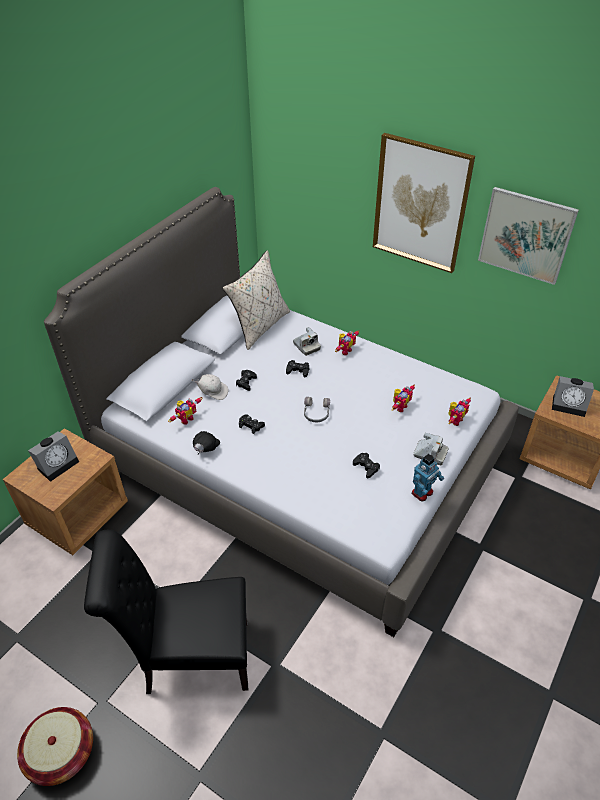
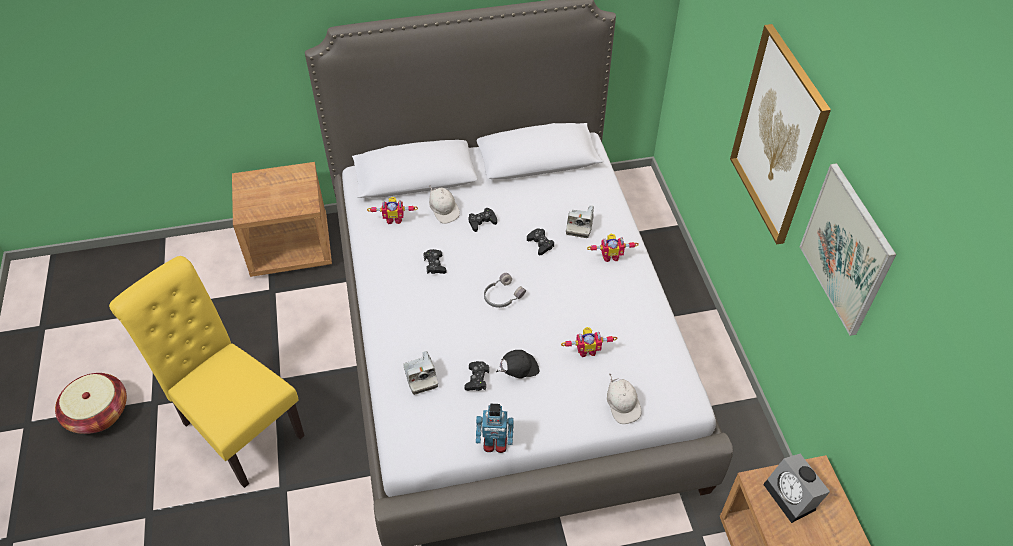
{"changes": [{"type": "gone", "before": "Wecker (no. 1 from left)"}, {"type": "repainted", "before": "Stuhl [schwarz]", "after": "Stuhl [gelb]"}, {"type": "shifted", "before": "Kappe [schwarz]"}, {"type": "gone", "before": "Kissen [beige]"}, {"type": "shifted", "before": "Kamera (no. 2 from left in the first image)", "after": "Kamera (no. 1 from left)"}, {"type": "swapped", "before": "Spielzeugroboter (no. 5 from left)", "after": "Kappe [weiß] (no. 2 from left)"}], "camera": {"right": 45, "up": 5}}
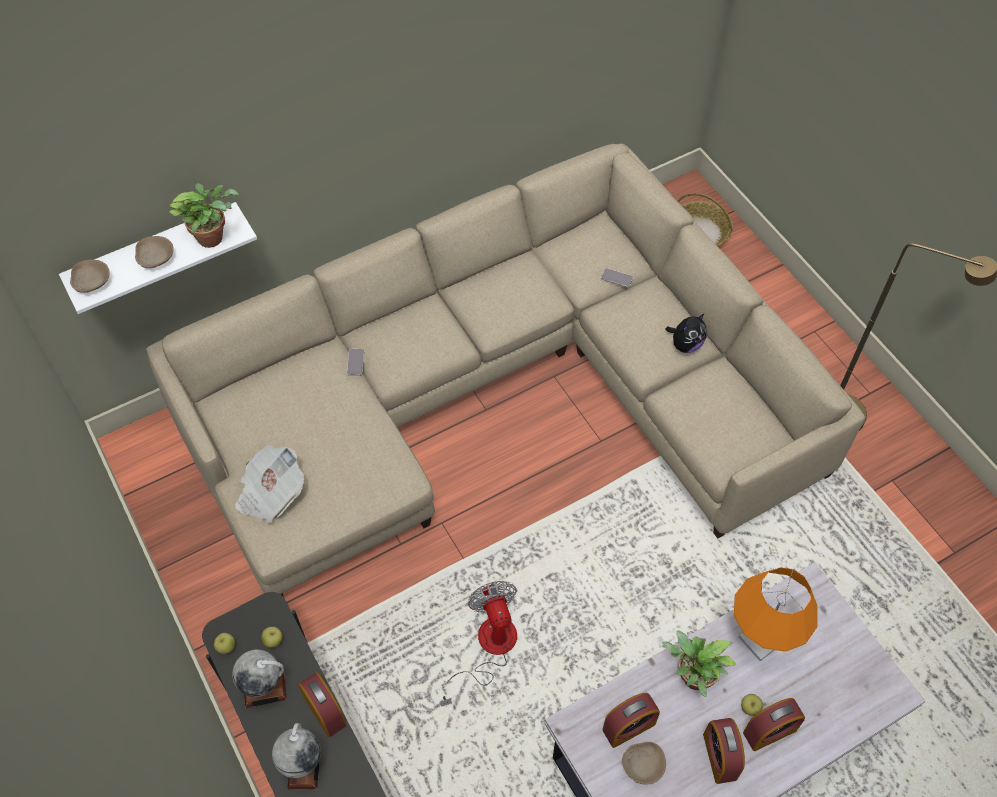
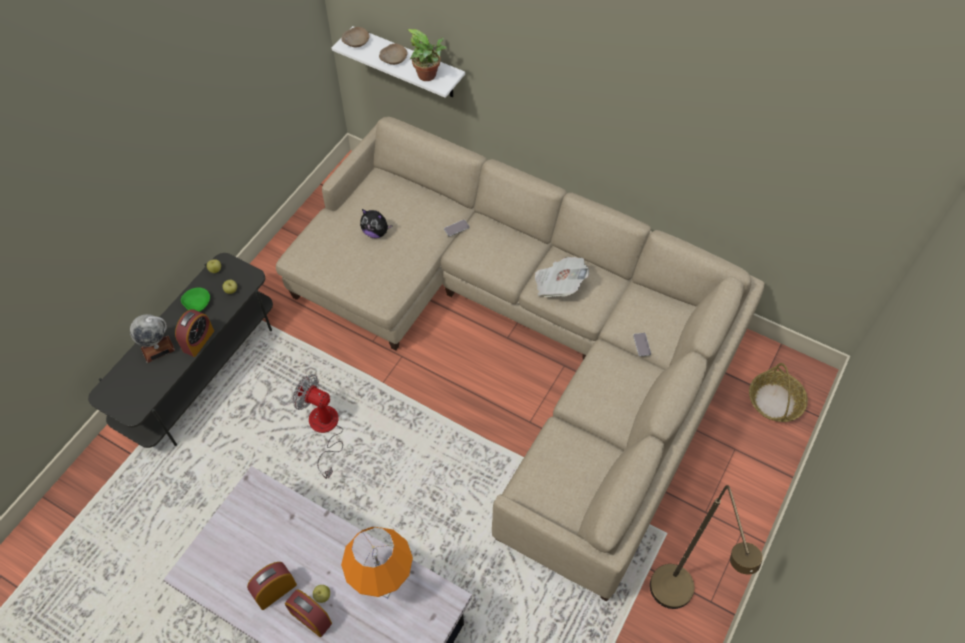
{"changes": [{"type": "swapped", "before": "Globus (no. 1 from left)", "after": "Schüssel [grün]"}, {"type": "shifted", "before": "Zeitung"}, {"type": "rotated", "before": "Ventilator", "turn": -105}, {"type": "gone", "before": "Wecker (no. 2 from left)"}, {"type": "gone", "before": "Schüssel [beige] (no. 3 from left)"}, {"type": "gone", "before": "Topfpflanze (no. 2 from left)"}, {"type": "shifted", "before": "Plüschtier"}], "camera": {"right": 60, "up": 0}}
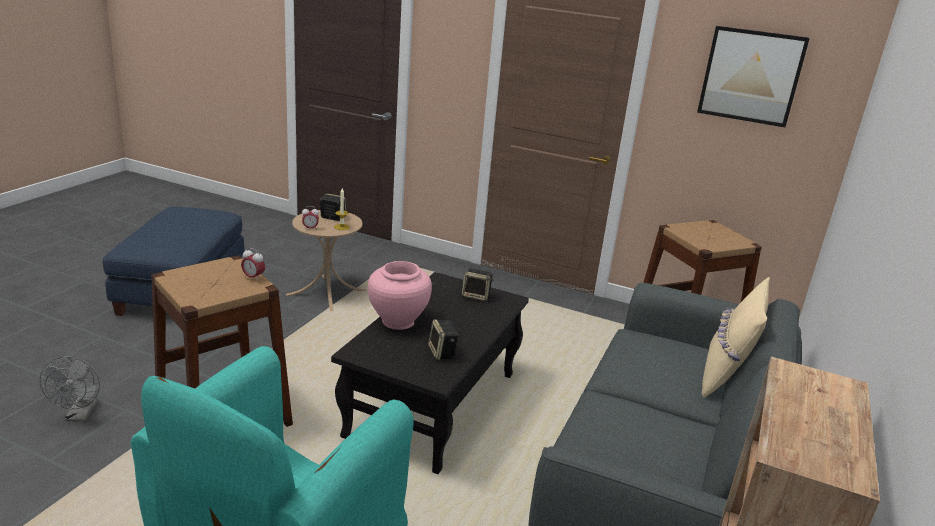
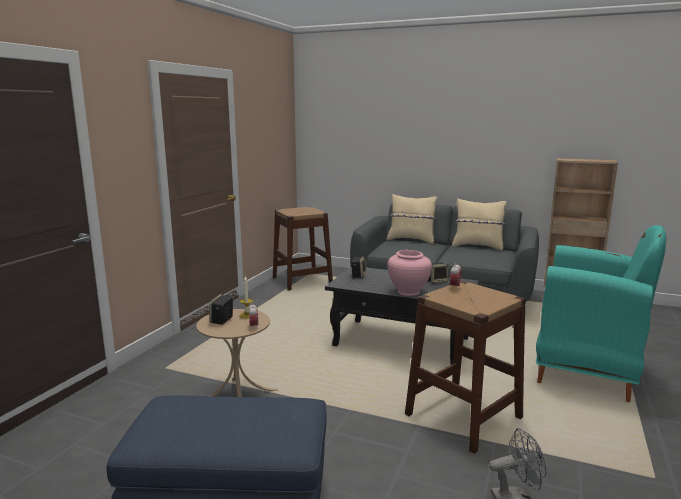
{"changes": [{"type": "gone", "before": "Bild"}, {"type": "new", "after": "Kissen [beige] (no. 2 from left)"}], "camera": {"right": -90, "up": -10}}
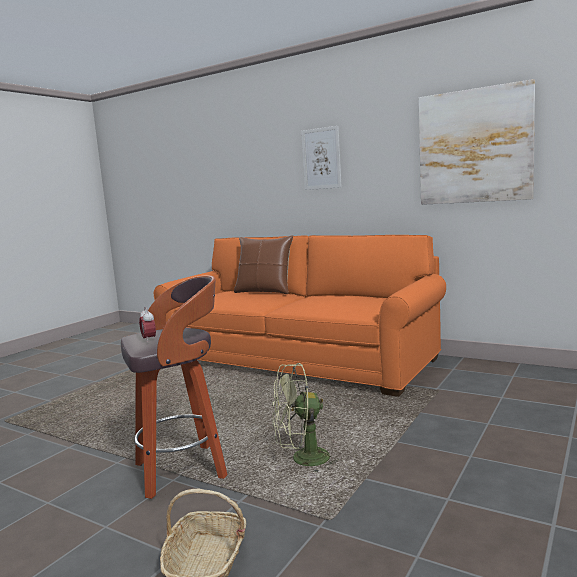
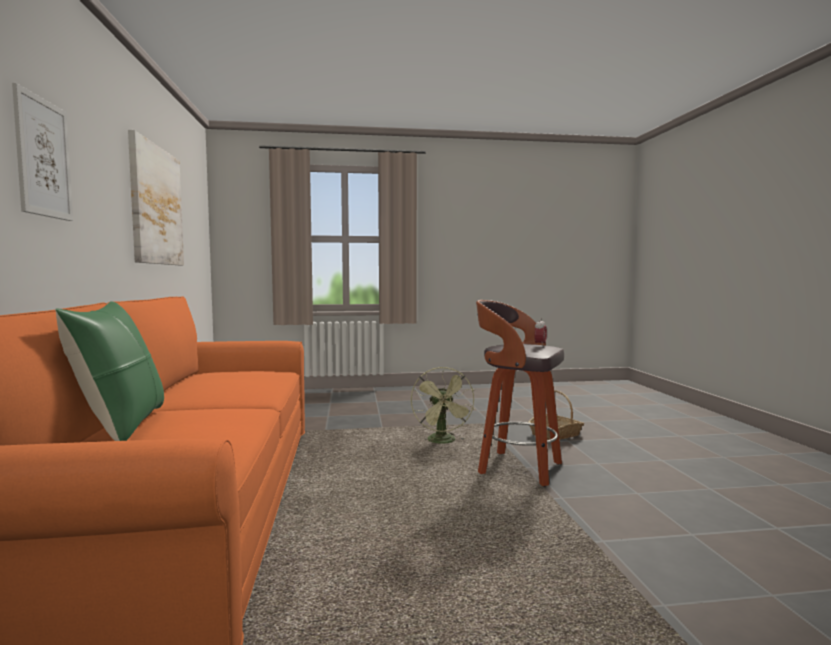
{"changes": [{"type": "repainted", "before": "Kissen [braun]", "after": "Kissen [grün]"}, {"type": "rotated", "before": "Ventilator [grün]", "turn": 45}], "camera": {"right": -130, "up": -5}}
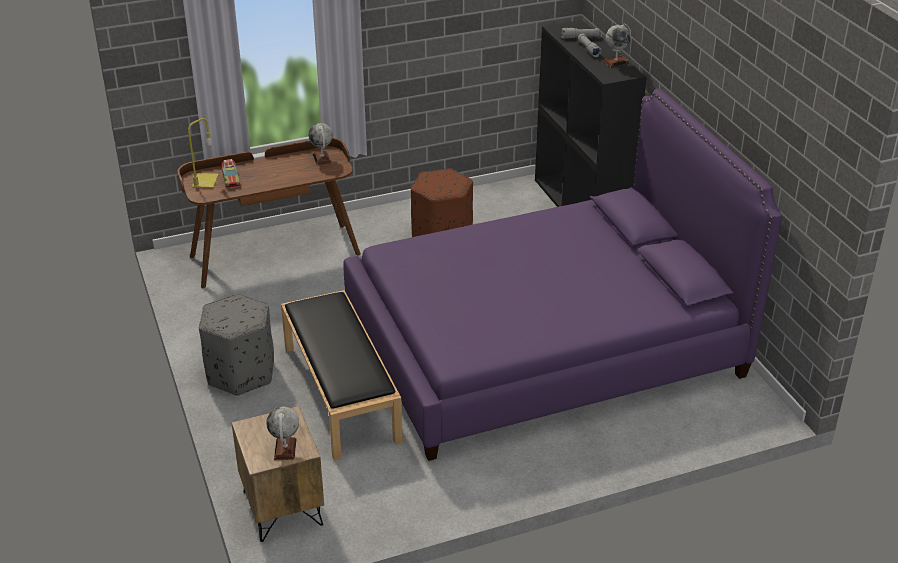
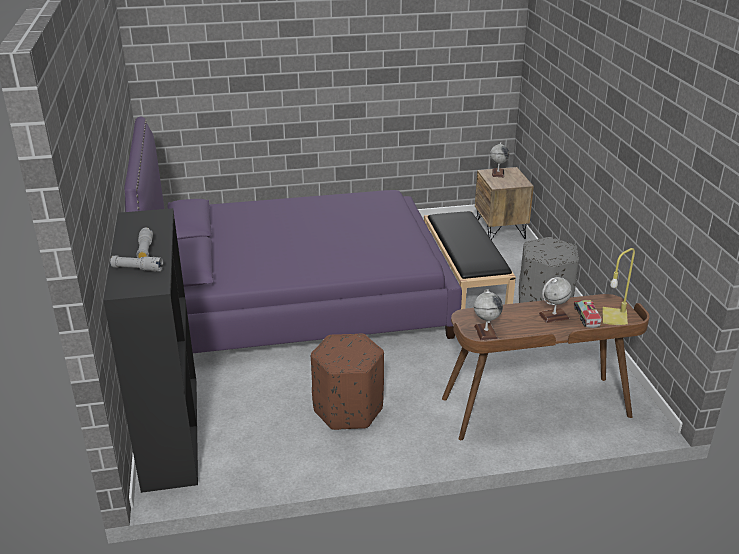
{"changes": [{"type": "shifted", "before": "Globus (no. 3 from left)"}], "camera": {"right": -170, "up": -5}}
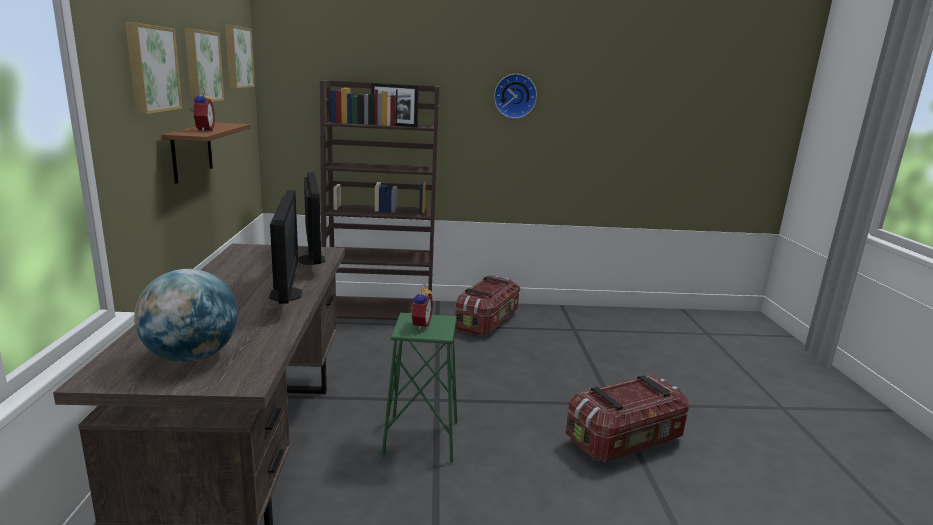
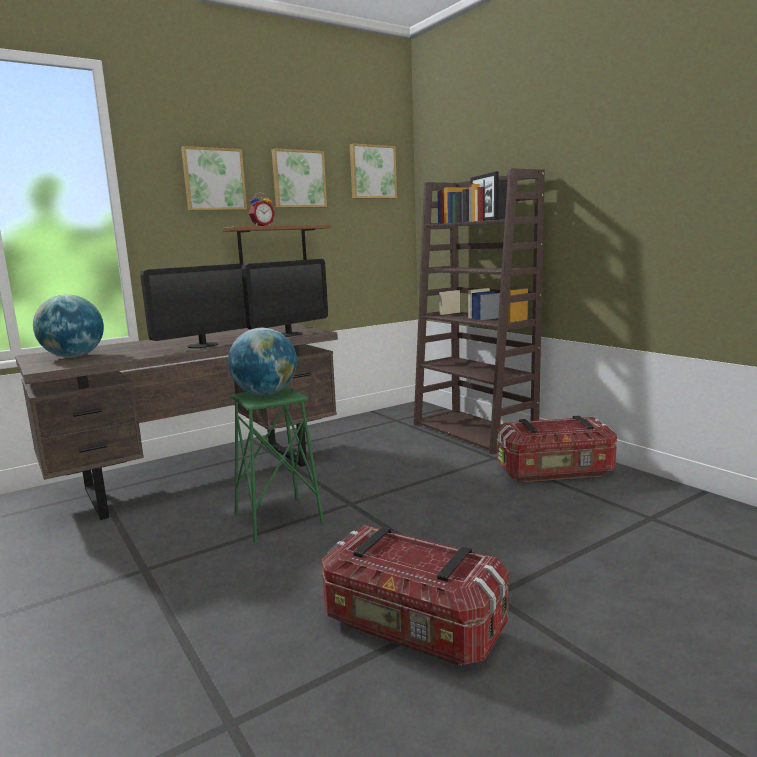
{"changes": [{"type": "swapped", "before": "Wecker (no. 2 from left)", "after": "Globus (no. 2 from left)"}, {"type": "gone", "before": "Wanduhr"}], "camera": {"right": 60, "up": -5}}
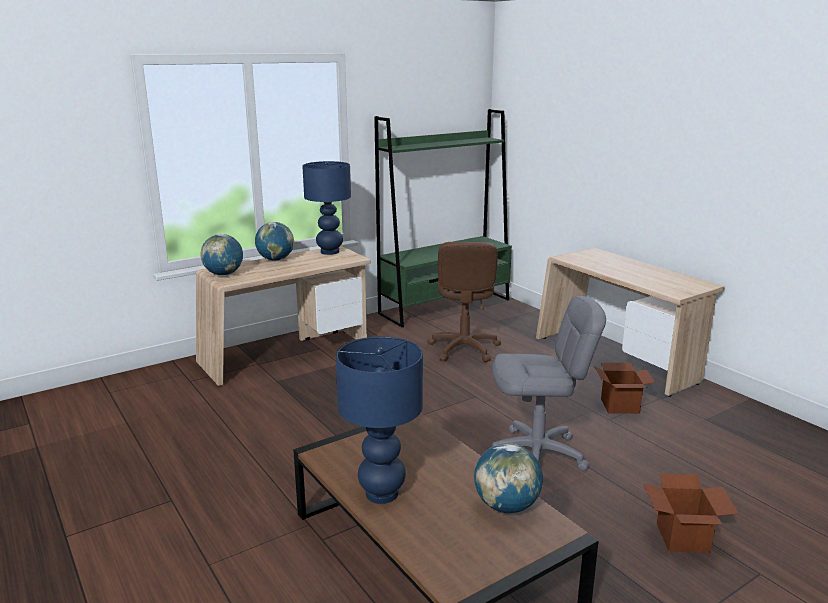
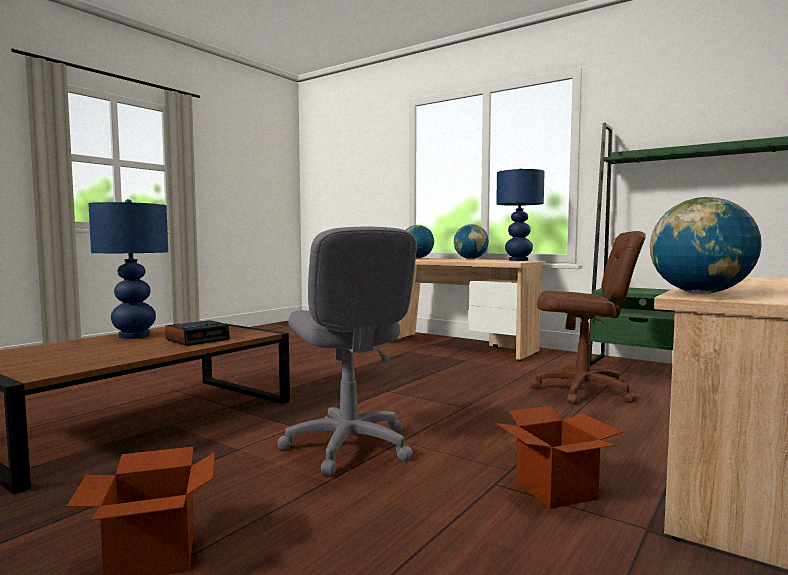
{"changes": [{"type": "rotated", "before": "Bürostuhl [braun]", "turn": -150}, {"type": "shifted", "before": "Globus (no. 3 from left)"}, {"type": "new", "after": "Wecker"}], "camera": {"right": 70, "up": -15}}
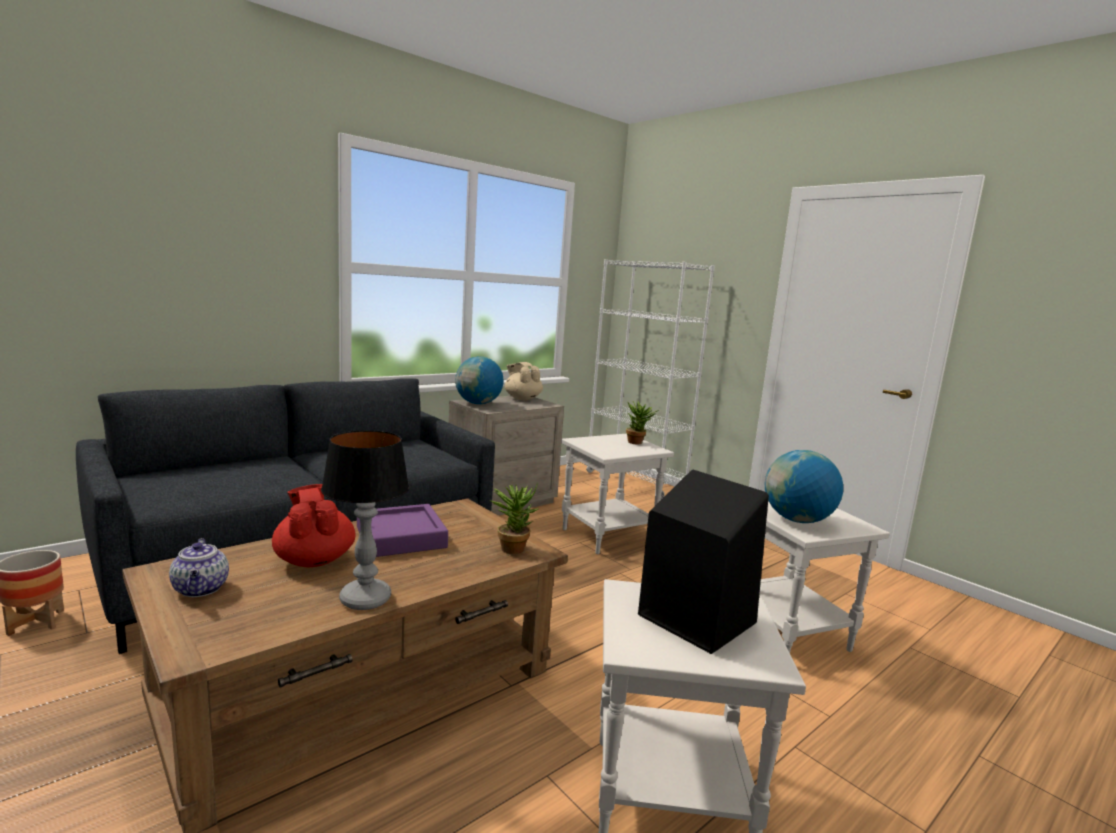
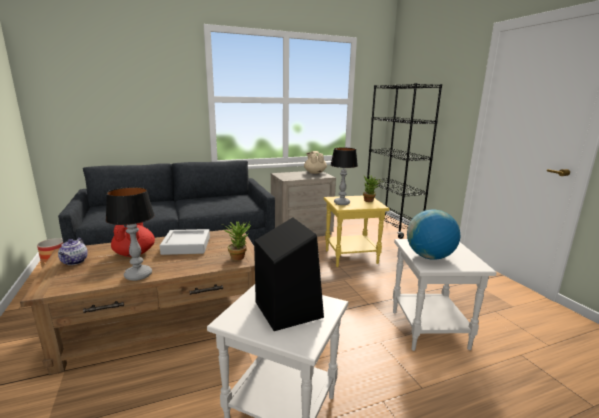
{"changes": [{"type": "repainted", "before": "Tablett [lila]", "after": "Tablett [grau]"}, {"type": "gone", "before": "Globus (no. 1 from left)"}, {"type": "repainted", "before": "Beistelltisch [weiß] (no. 1 from left)", "after": "Beistelltisch [gelb]"}, {"type": "repainted", "before": "Bücherregal [weiß]", "after": "Bücherregal [schwarz]"}, {"type": "new", "after": "Tischlampe (no. 2 from left)"}], "camera": {"right": 20, "up": 5}}
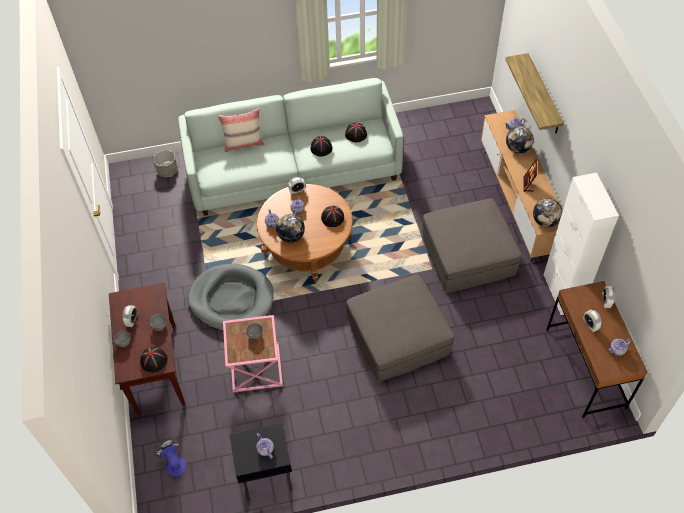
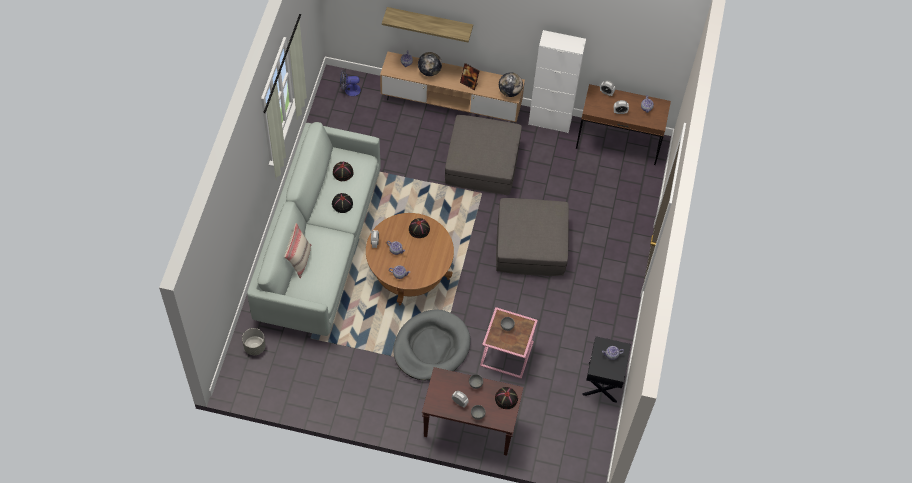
{"changes": [{"type": "shifted", "before": "Ventilator"}, {"type": "gone", "before": "Globus (no. 1 from left)"}], "camera": {"right": -70, "up": 5}}
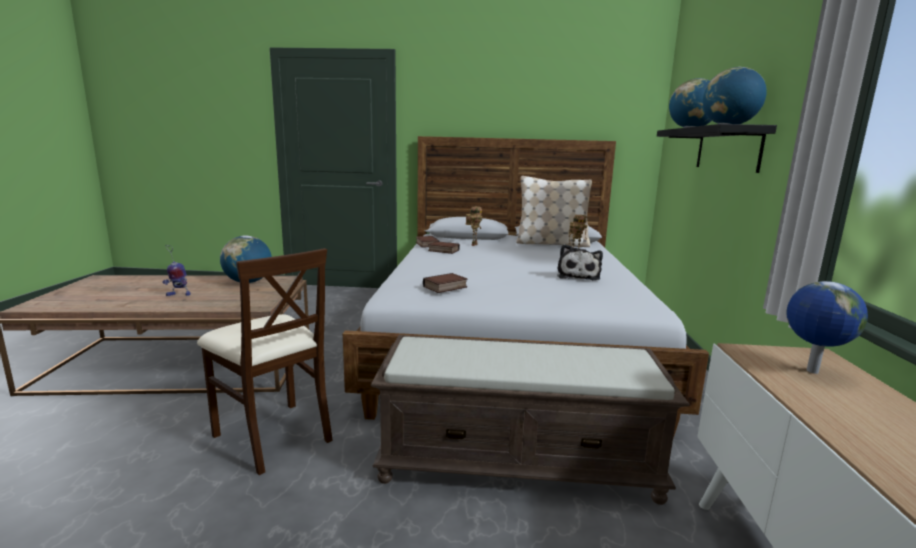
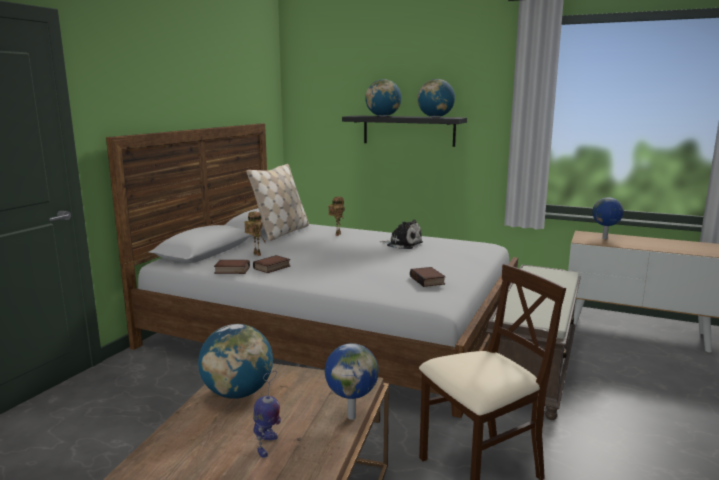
{"changes": [{"type": "new", "after": "Globus (no. 2 from left)"}], "camera": {"right": -70, "up": 0}}
